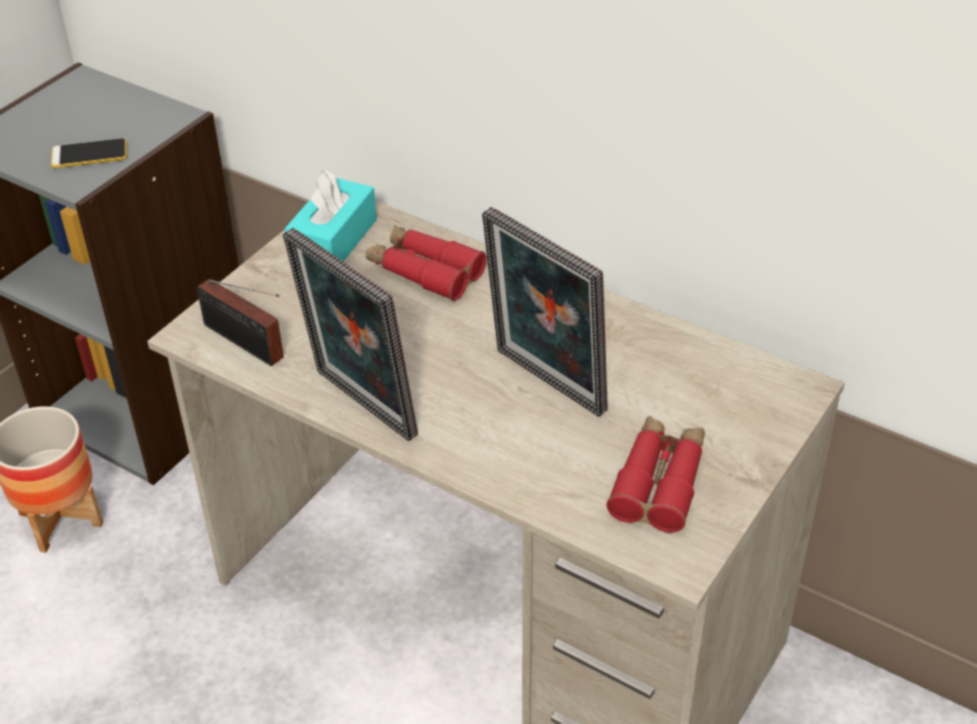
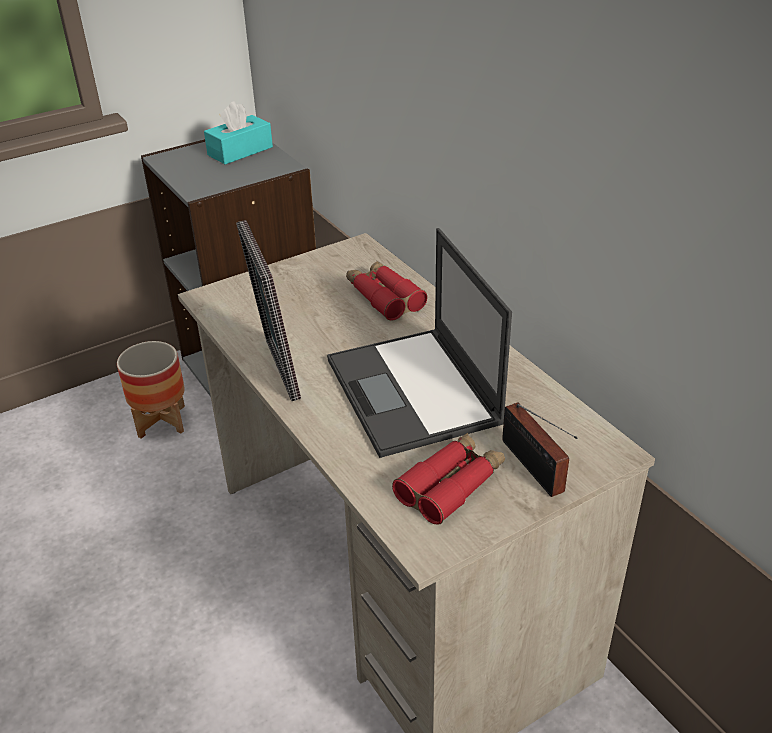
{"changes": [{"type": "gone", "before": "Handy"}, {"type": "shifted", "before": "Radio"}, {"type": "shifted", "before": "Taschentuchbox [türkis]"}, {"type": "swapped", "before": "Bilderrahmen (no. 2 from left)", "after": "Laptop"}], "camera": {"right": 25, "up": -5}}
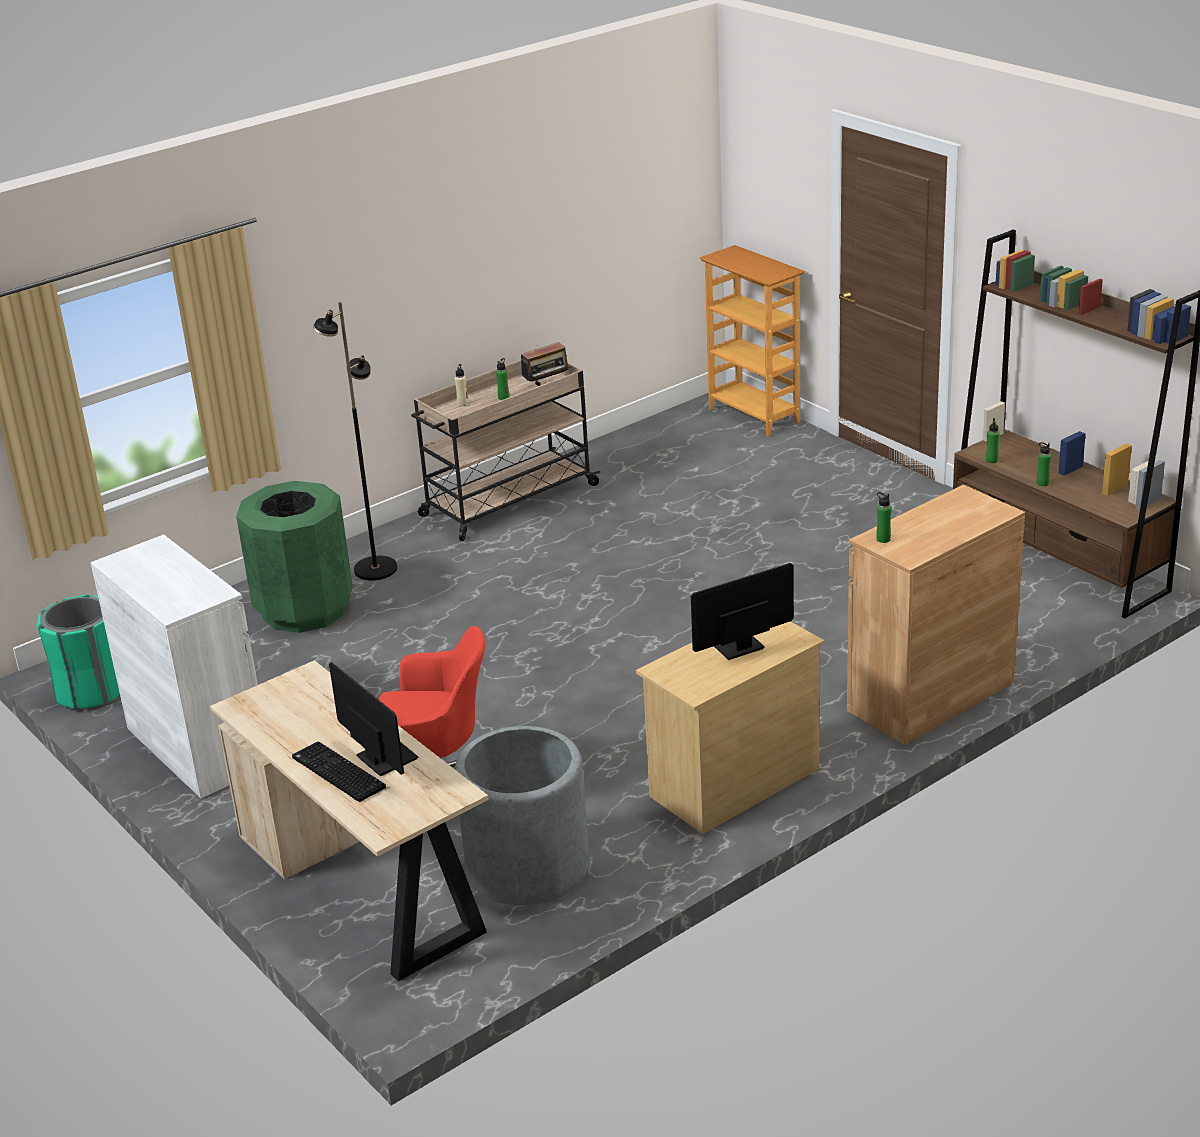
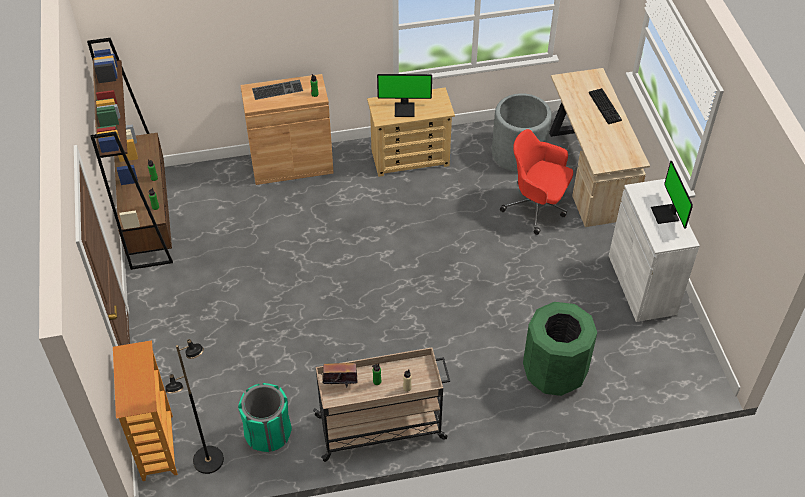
{"changes": [{"type": "shifted", "before": "Mülleimer [grün] (no. 1 from left)"}, {"type": "shifted", "before": "Stehlampe [schwarz]"}, {"type": "shifted", "before": "Monitor (no. 1 from left in the first image)", "after": "Monitor (no. 2 from left)"}, {"type": "new", "after": "Tastatur (no. 1 from left)"}], "camera": {"right": -155, "up": 20}}
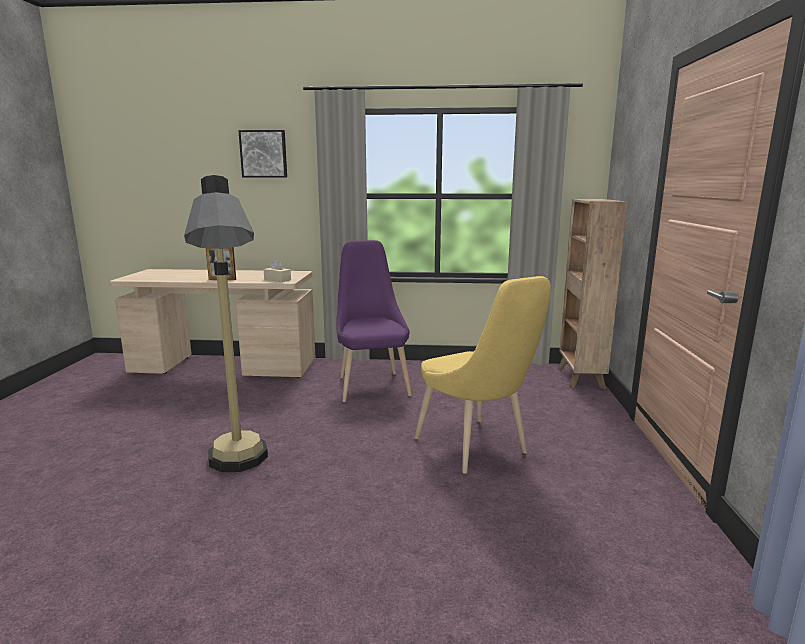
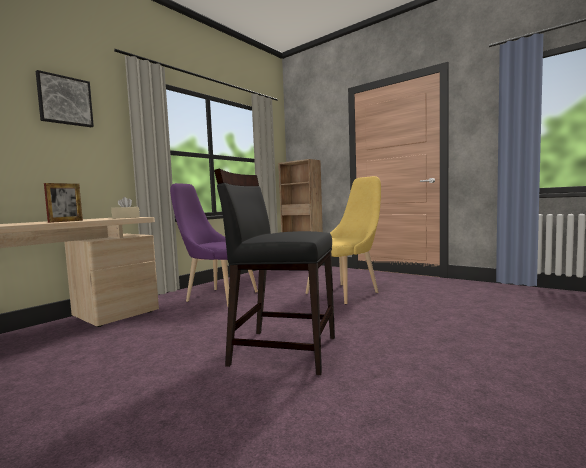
{"changes": [{"type": "swapped", "before": "Stehlampe", "after": "Stuhl [schwarz]"}, {"type": "rotated", "before": "Stuhl [gelb]", "turn": -45}], "camera": {"right": -55, "up": -10}}
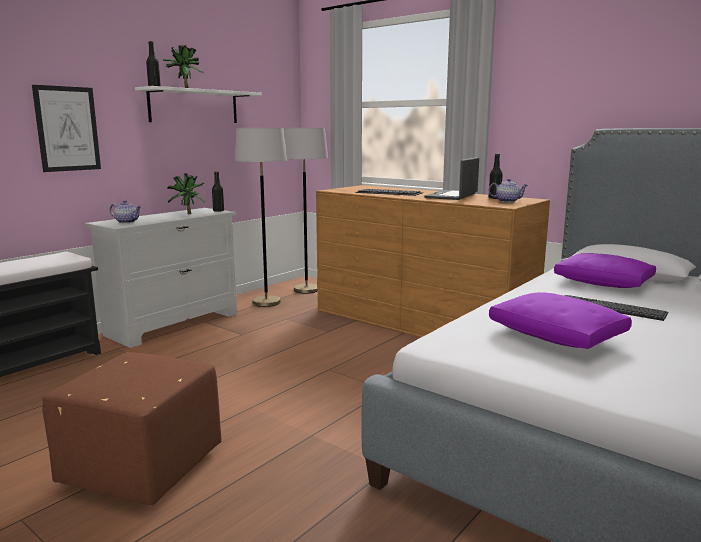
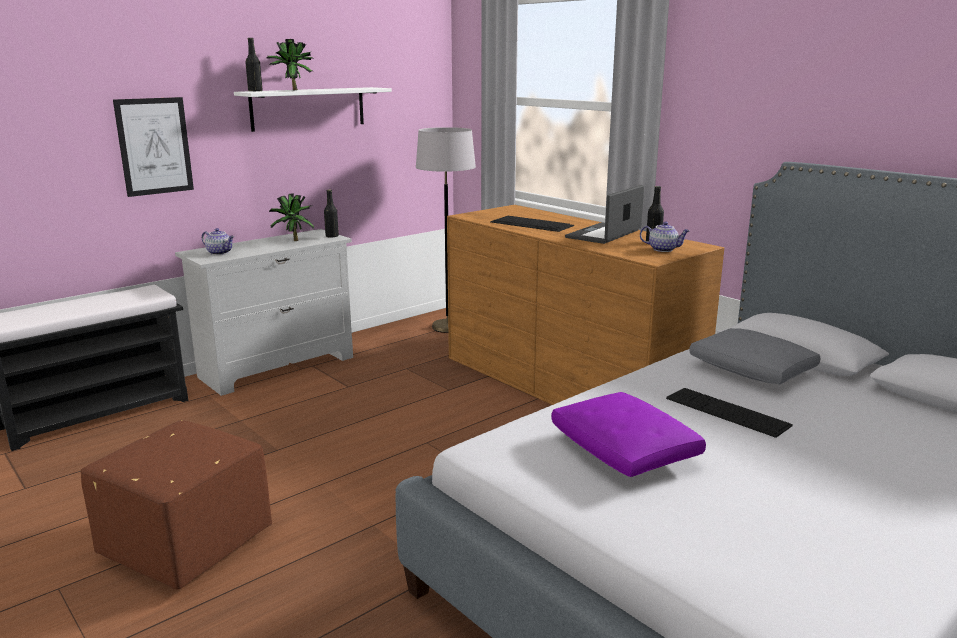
{"changes": [{"type": "gone", "before": "Stehlampe [grau] (no. 1 from left)"}, {"type": "repainted", "before": "Kissen [lila] (no. 2 from left)", "after": "Kissen [grau]"}], "camera": {"right": 10, "up": 5}}
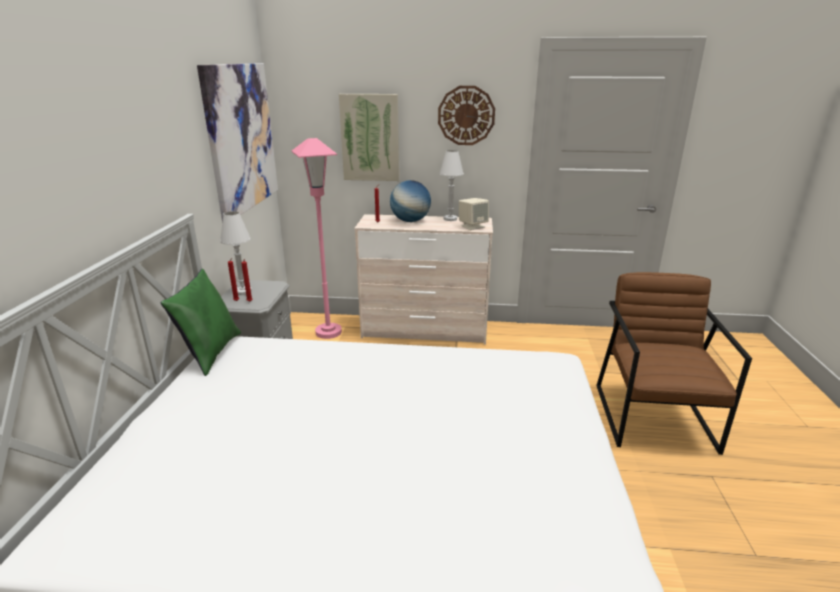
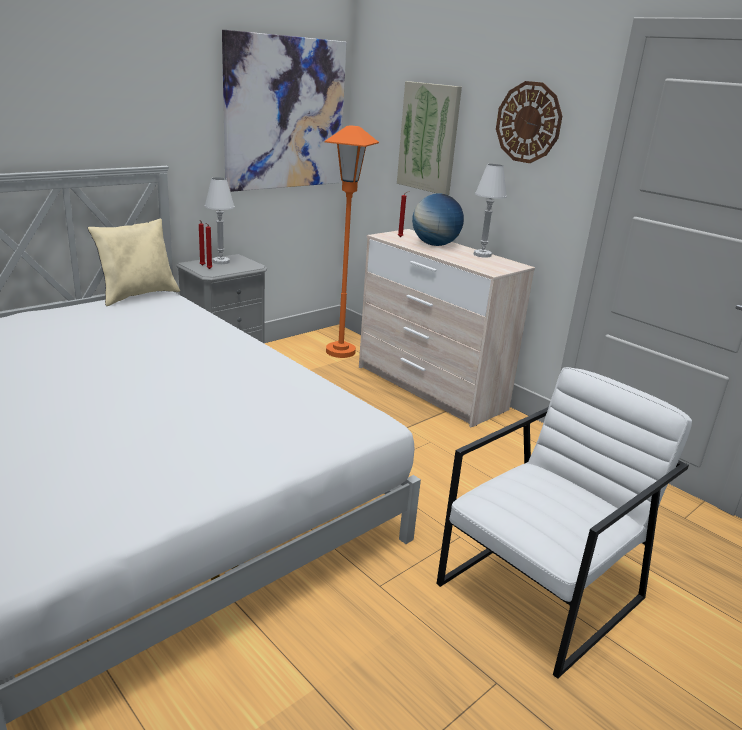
{"changes": [{"type": "repainted", "before": "Kissen [grün]", "after": "Kissen [beige]"}, {"type": "repainted", "before": "Stehlampe [rosa]", "after": "Stehlampe [orange]"}, {"type": "gone", "before": "Lautsprecher [beige]"}, {"type": "repainted", "before": "Sessel [braun]", "after": "Sessel [weiß]"}], "camera": {"right": 40, "up": 0}}
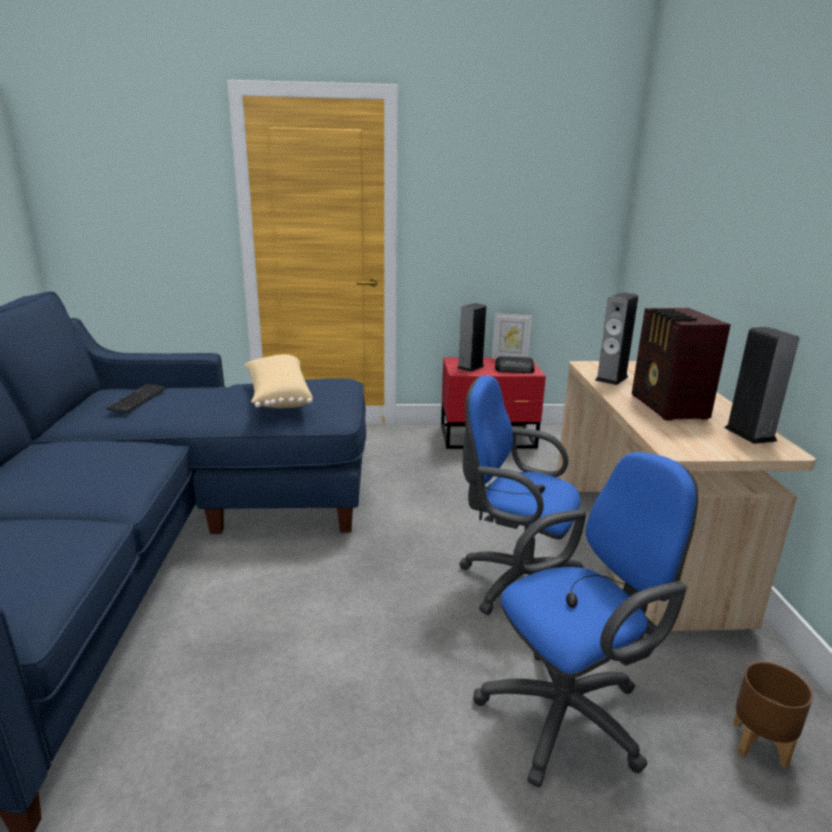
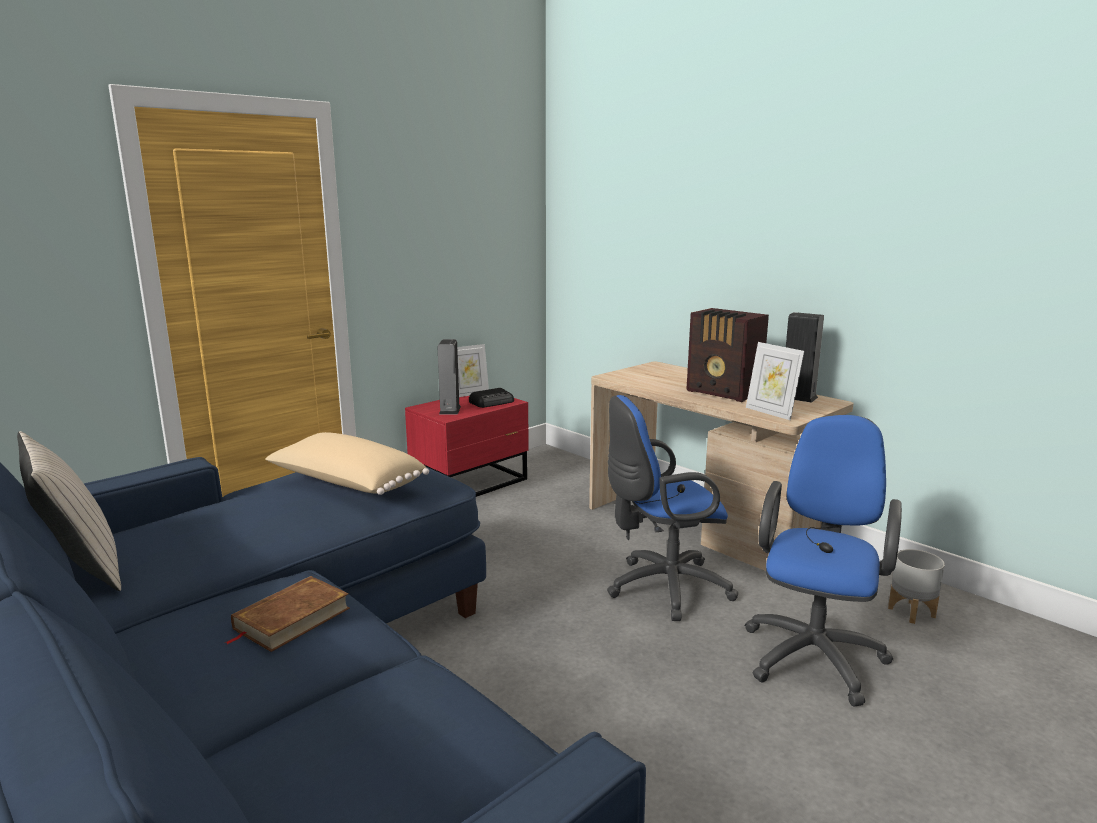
{"changes": [{"type": "gone", "before": "Tastatur"}, {"type": "gone", "before": "Lautsprecher (no. 2 from left)"}, {"type": "repainted", "before": "Pflanzkübel [braun]", "after": "Pflanzkübel [grau]"}, {"type": "new", "after": "Kissen [beige] (no. 1 from left)"}, {"type": "new", "after": "Buch [braun]"}, {"type": "new", "after": "Bilderrahmen (no. 2 from left)"}], "camera": {"right": -40, "up": -5}}
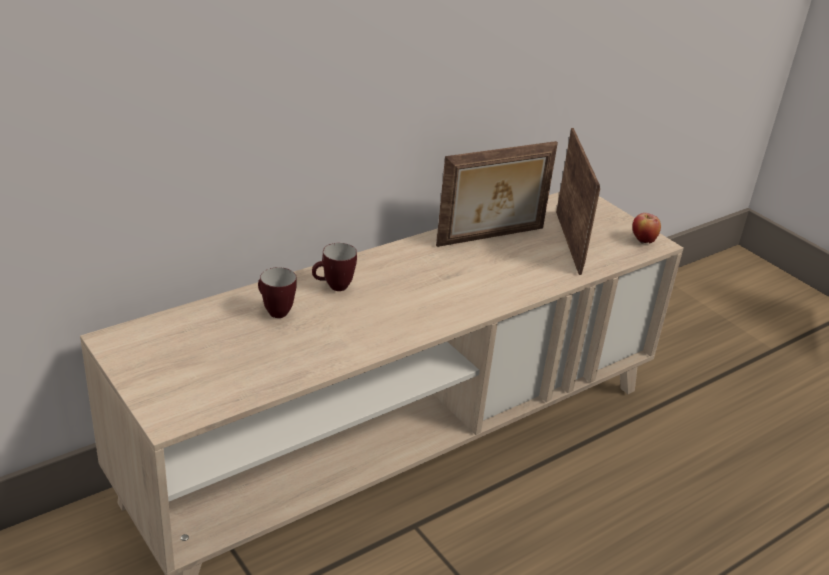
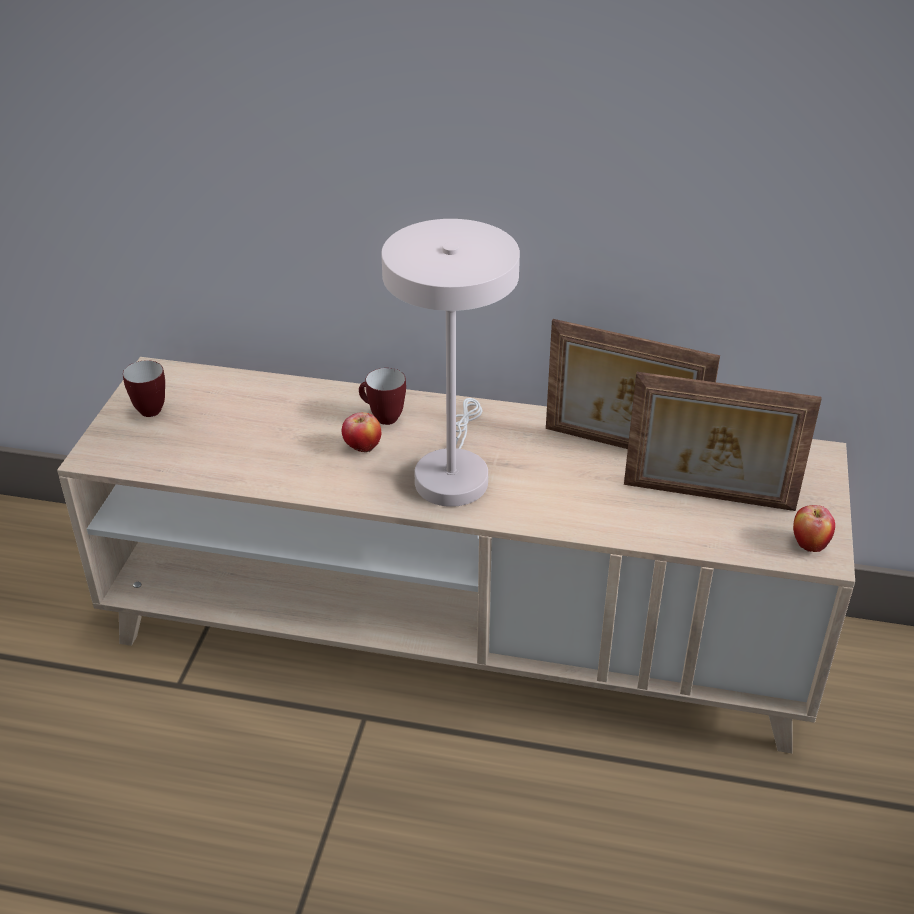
{"changes": [{"type": "shifted", "before": "Henkelbecher (no. 1 from left)"}, {"type": "rotated", "before": "Bilderrahmen (no. 2 from left)", "turn": 60}, {"type": "new", "after": "Apfel (no. 1 from left)"}, {"type": "new", "after": "Tischlampe [weiß]"}], "camera": {"right": 50, "up": 5}}
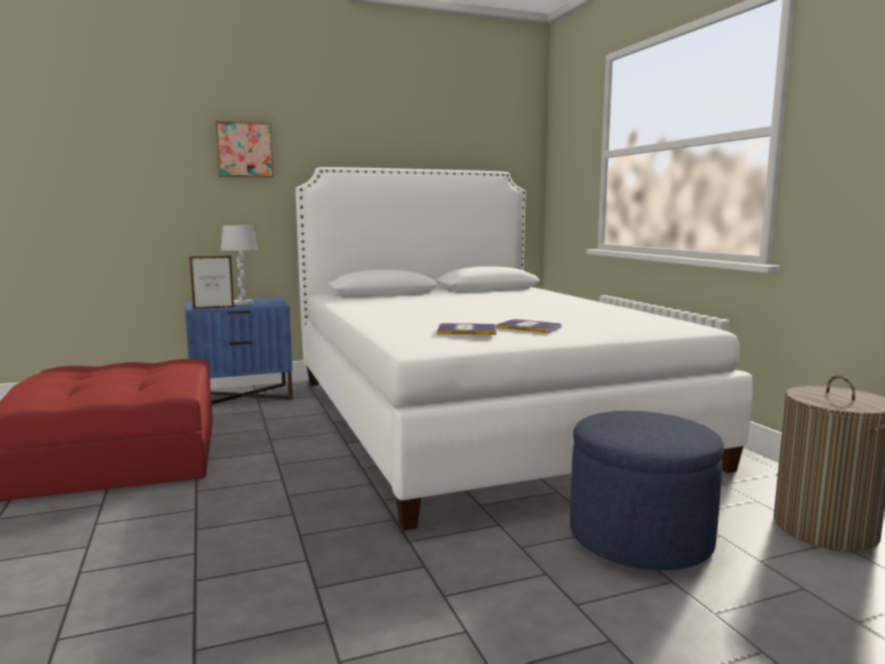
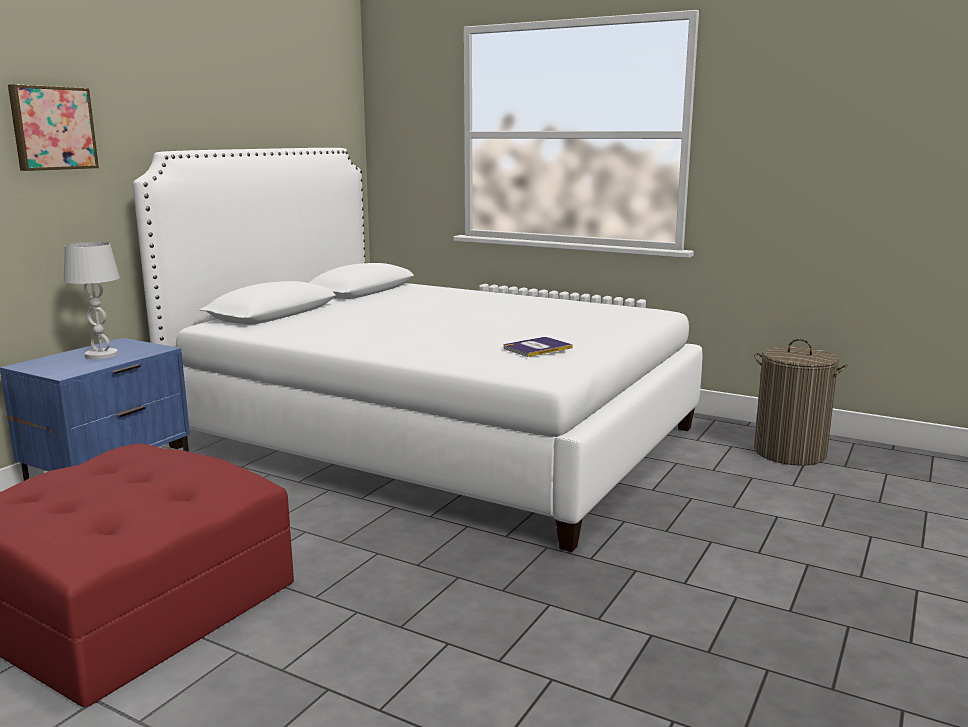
{"changes": [{"type": "gone", "before": "Bilderrahmen"}, {"type": "gone", "before": "Buch (no. 2 from left)"}, {"type": "gone", "before": "Polsterhocker [blau]"}], "camera": {"right": -40, "up": 5}}
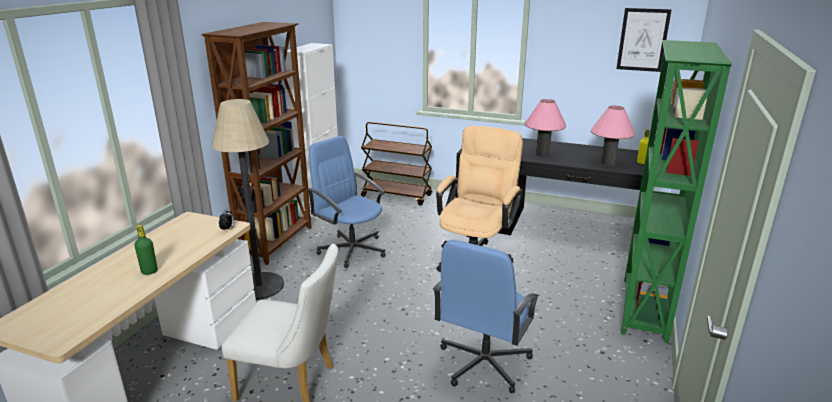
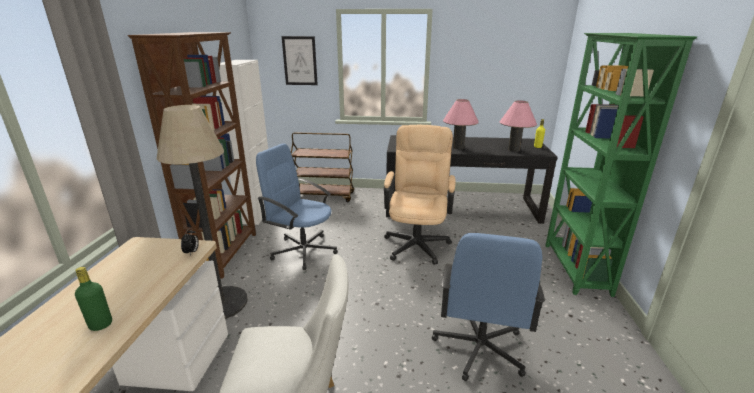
{"changes": [{"type": "shifted", "before": "Bild"}], "camera": {"right": -15, "up": 0}}
